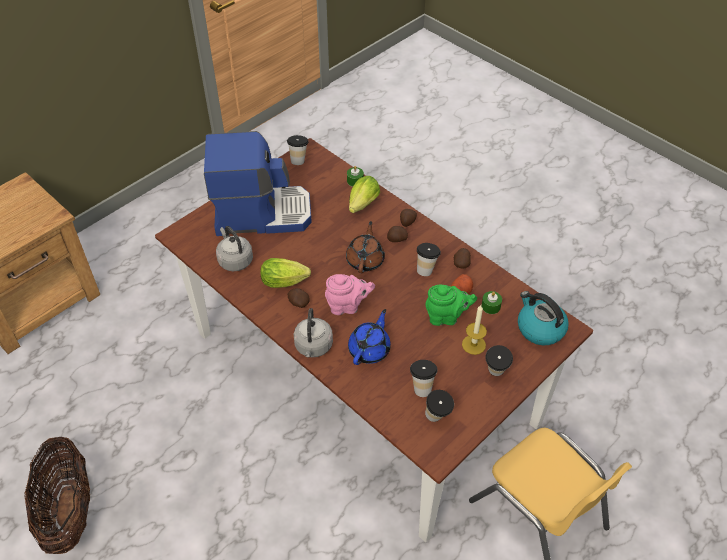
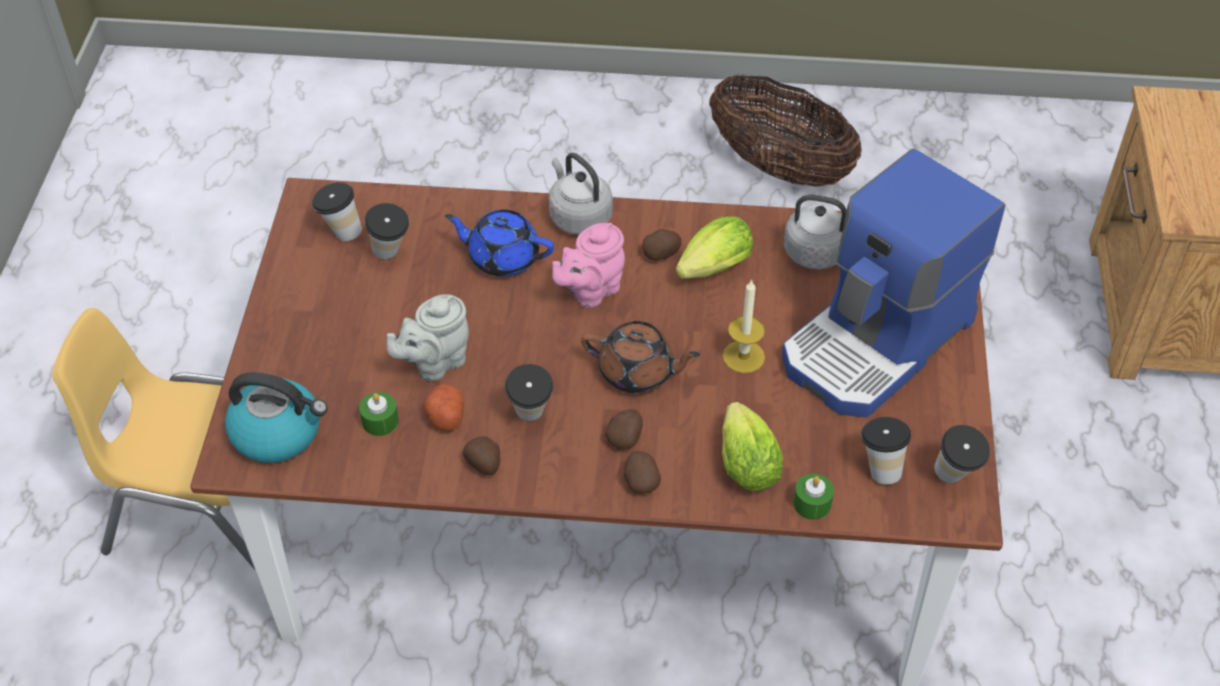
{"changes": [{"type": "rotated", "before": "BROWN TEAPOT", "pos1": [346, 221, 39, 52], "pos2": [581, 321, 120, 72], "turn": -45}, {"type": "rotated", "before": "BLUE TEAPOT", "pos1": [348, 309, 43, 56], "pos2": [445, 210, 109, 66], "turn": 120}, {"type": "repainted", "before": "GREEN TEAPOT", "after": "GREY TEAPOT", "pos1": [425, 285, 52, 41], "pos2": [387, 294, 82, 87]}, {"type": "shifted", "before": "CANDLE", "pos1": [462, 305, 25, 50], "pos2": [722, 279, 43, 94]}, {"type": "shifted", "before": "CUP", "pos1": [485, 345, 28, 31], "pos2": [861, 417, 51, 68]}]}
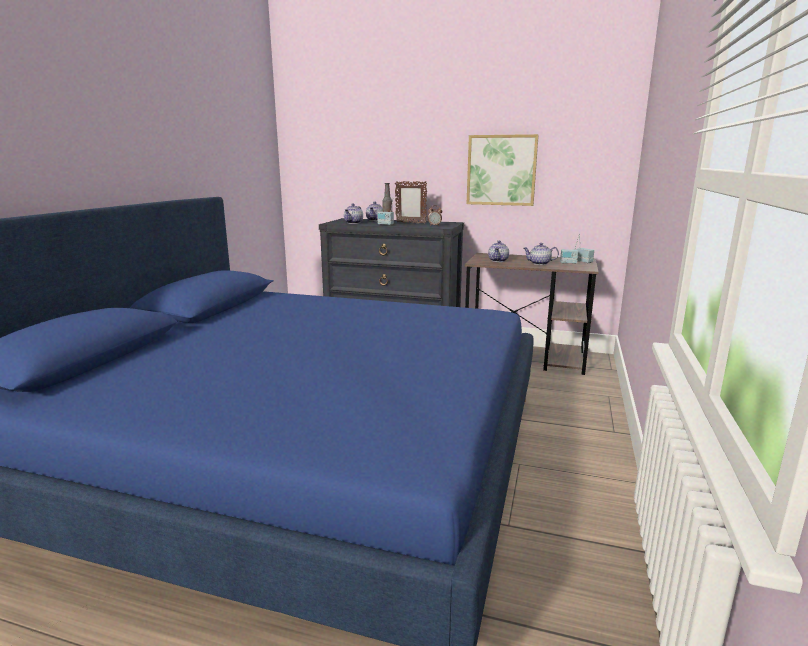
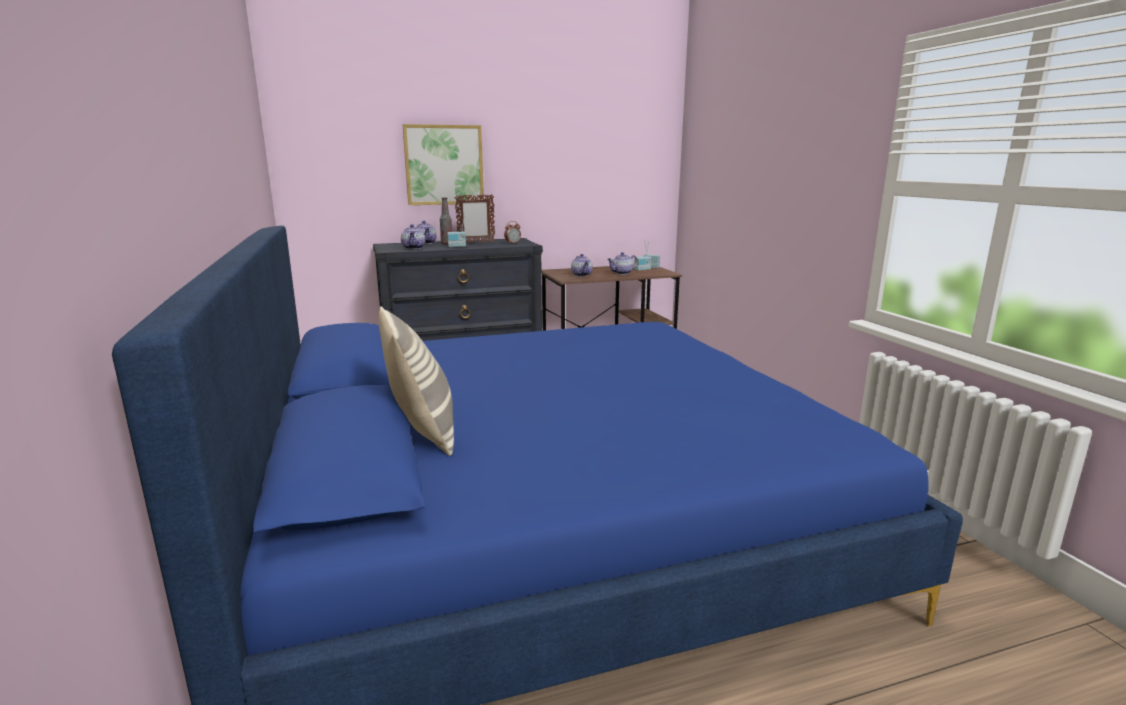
{"changes": [{"type": "shifted", "before": "PICTURE", "pos1": [467, 134, 72, 72], "pos2": [403, 124, 81, 81]}, {"type": "new", "after": "PILLOW", "pos2": [379, 306, 75, 150]}]}
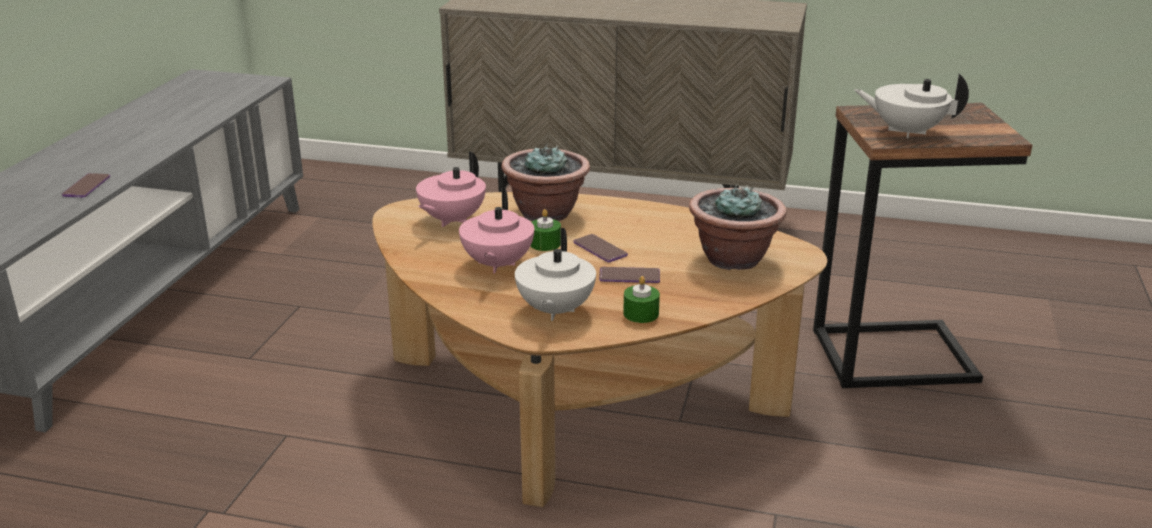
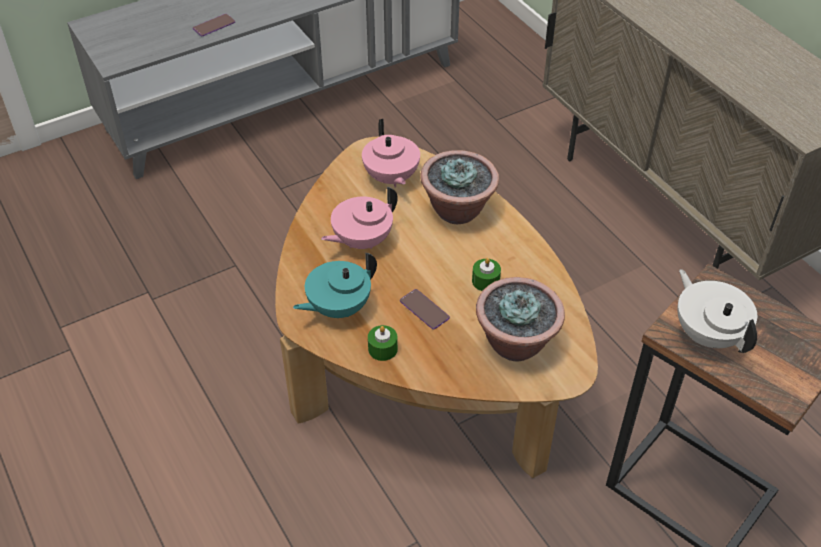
{"changes": [{"type": "rotated", "before": "PINK TEAPOT", "pos1": [416, 151, 70, 76], "pos2": [362, 119, 58, 68], "turn": -90}, {"type": "repainted", "before": "WHITE TEAPOT", "after": "TURQUOISE TEAPOT", "pos1": [515, 228, 81, 93], "pos2": [293, 253, 84, 65]}, {"type": "shifted", "before": "GREEN CANDLE", "pos1": [531, 209, 30, 42], "pos2": [472, 258, 29, 33]}, {"type": "gone", "before": "PHONE", "pos1": [573, 234, 55, 28]}]}
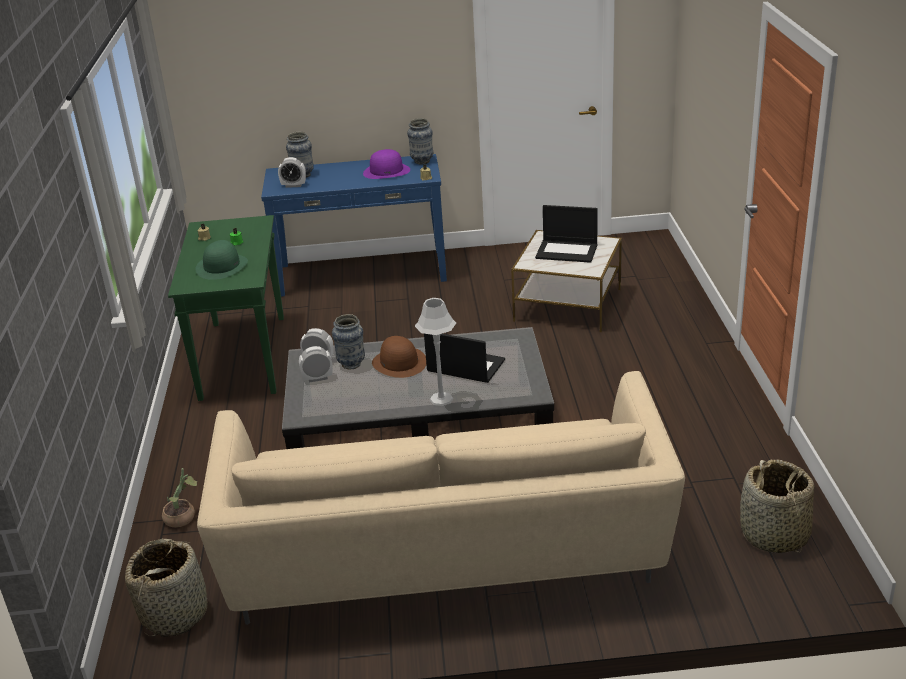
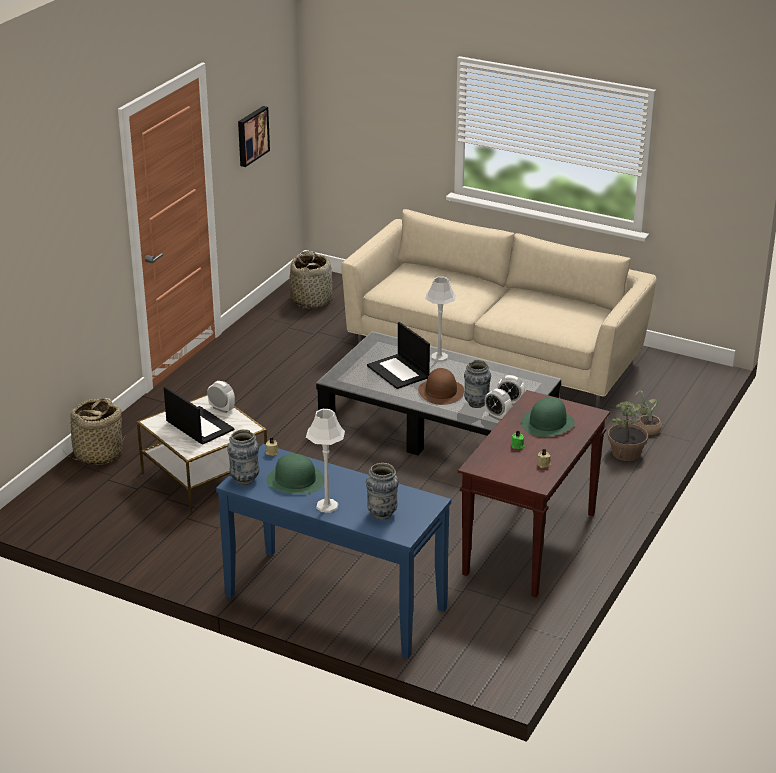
{"changes": [{"type": "shifted", "before": "BASKET", "pos1": [125, 539, 83, 98], "pos2": [63, 398, 62, 67]}, {"type": "repainted", "before": "GREEN CONSOLE TABLE", "after": "BROWN CONSOLE TABLE", "pos1": [168, 215, 116, 186], "pos2": [458, 390, 152, 207]}, {"type": "shifted", "before": "ALARM CLOCK", "pos1": [278, 157, 28, 31], "pos2": [207, 381, 28, 32]}, {"type": "repainted", "before": "PURPLE HAT", "after": "GREEN HAT", "pos1": [363, 149, 47, 30], "pos2": [266, 454, 59, 40]}, {"type": "new", "after": "PICTURE", "pos2": [238, 106, 32, 61]}, {"type": "new", "after": "GREY TABLE LAMP", "pos2": [306, 409, 39, 104]}, {"type": "new", "after": "POTTED PLANT", "pos2": [608, 401, 40, 60]}]}
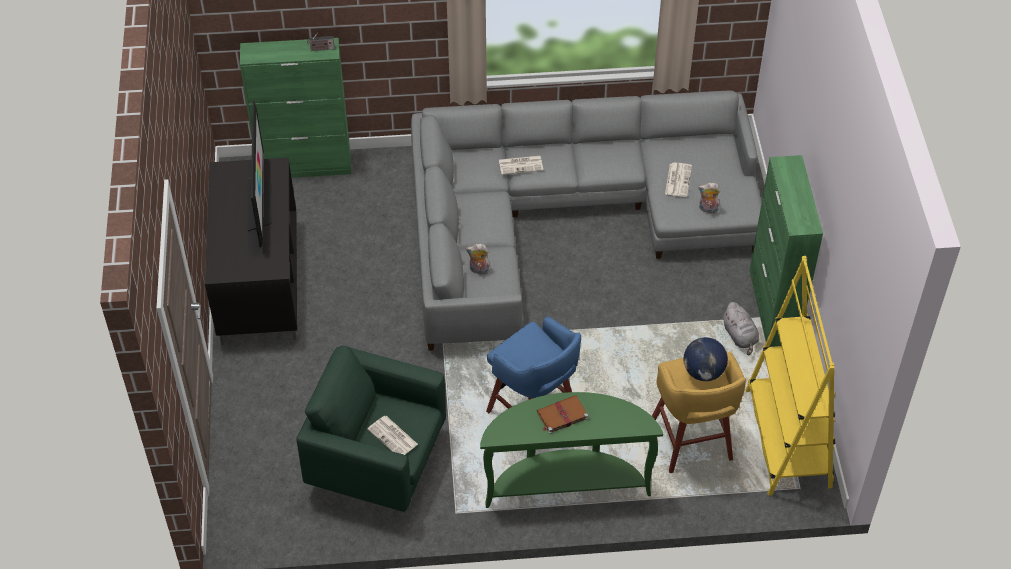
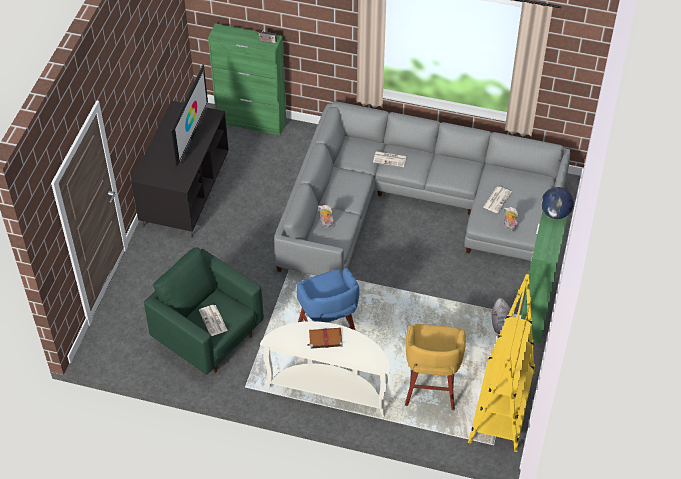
{"changes": [{"type": "repainted", "before": "GREEN CONSOLE TABLE", "after": "WHITE CONSOLE TABLE", "pos1": [480, 392, 183, 116], "pos2": [260, 321, 130, 96]}, {"type": "shifted", "before": "GLOBE", "pos1": [684, 337, 44, 44], "pos2": [541, 187, 33, 32]}]}
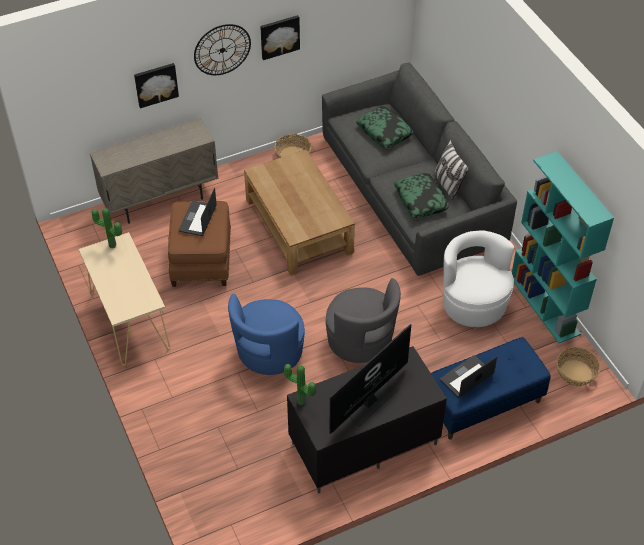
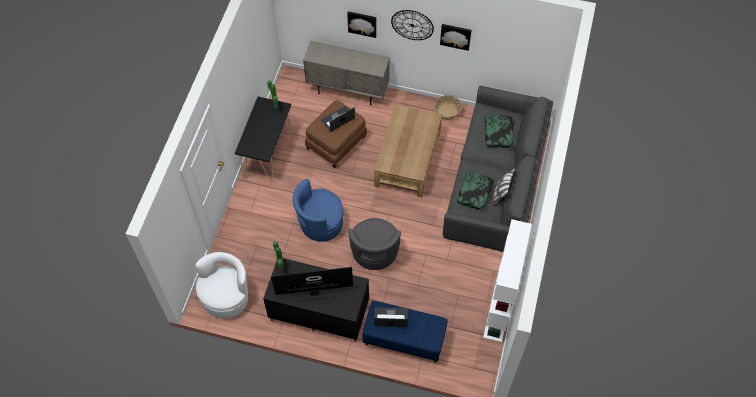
{"changes": [{"type": "repainted", "before": "BEIGE CONSOLE TABLE", "after": "BLACK CONSOLE TABLE", "pos1": [79, 232, 91, 134], "pos2": [235, 97, 58, 87]}, {"type": "shifted", "before": "WHITE ARMCHAIR", "pos1": [443, 231, 71, 96], "pos2": [195, 252, 53, 67]}, {"type": "repainted", "before": "TURQUOISE BOOKCASE", "after": "WHITE BOOKCASE", "pos1": [512, 151, 102, 192], "pos2": [483, 219, 49, 123]}, {"type": "gone", "before": "BASKET", "pos1": [556, 347, 45, 40]}]}
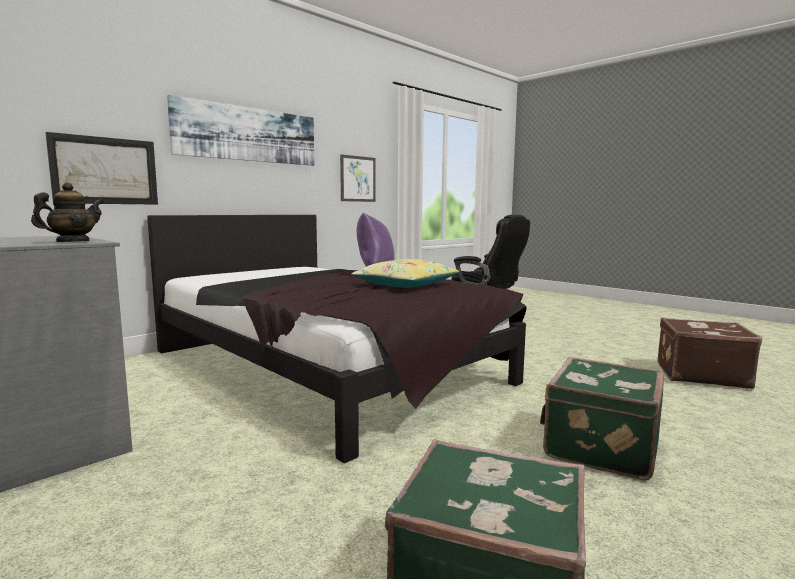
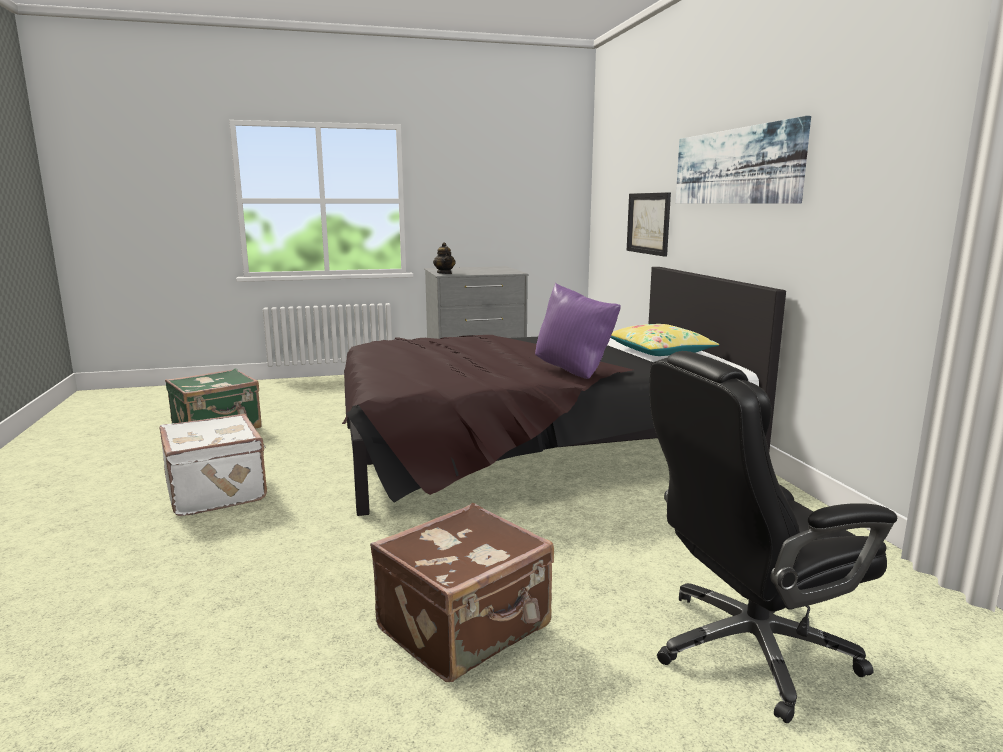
{"changes": [{"type": "gone", "before": "PICTURE", "pos1": [340, 154, 35, 48]}, {"type": "shifted", "before": "YELLOW PILLOW", "pos1": [351, 259, 108, 29], "pos2": [611, 324, 108, 32]}, {"type": "repainted", "before": "GREEN SUITCASE", "after": "WHITE SUITCASE", "pos1": [540, 357, 124, 123], "pos2": [159, 414, 108, 102]}, {"type": "shifted", "before": "BROWN SUITCASE", "pos1": [658, 318, 105, 71], "pos2": [370, 503, 184, 179]}]}
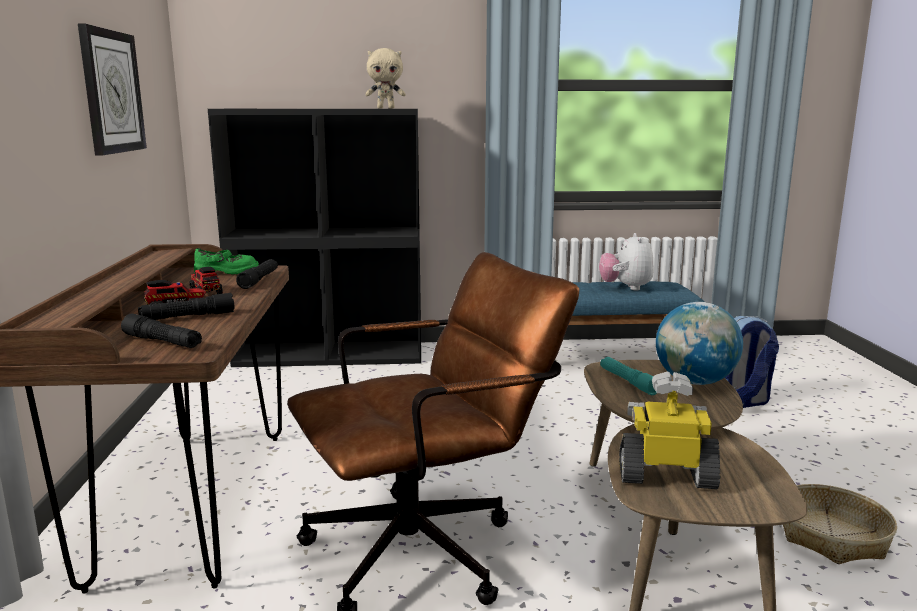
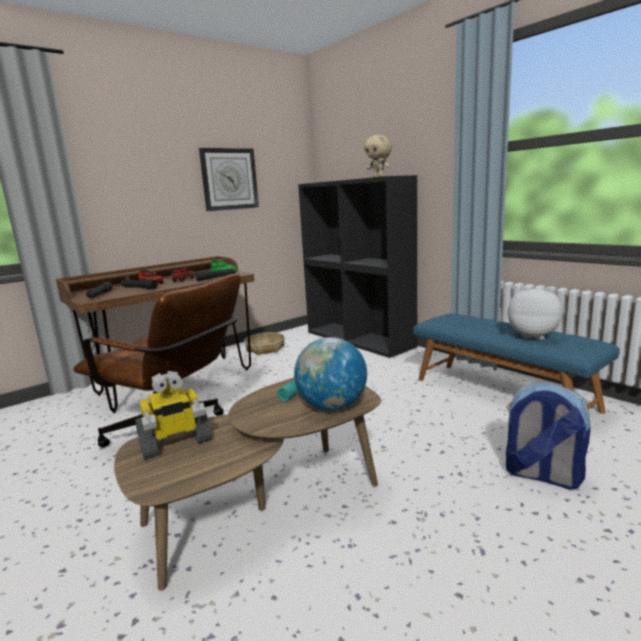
{"changes": [{"type": "rotated", "before": "PLUSH TOY", "pos1": [599, 233, 55, 58], "pos2": [508, 286, 55, 54], "turn": 60}, {"type": "rotated", "before": "TOY ROBOT", "pos1": [619, 371, 102, 118], "pos2": [135, 371, 77, 89], "turn": 90}, {"type": "shifted", "before": "BASKET", "pos1": [783, 484, 114, 80], "pos2": [244, 332, 41, 23]}]}
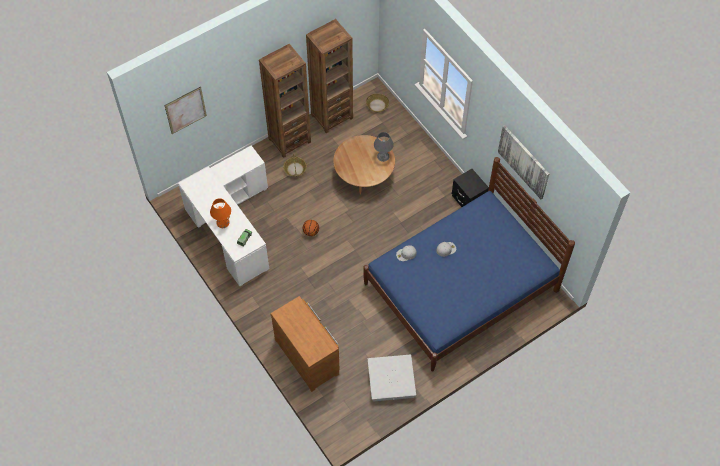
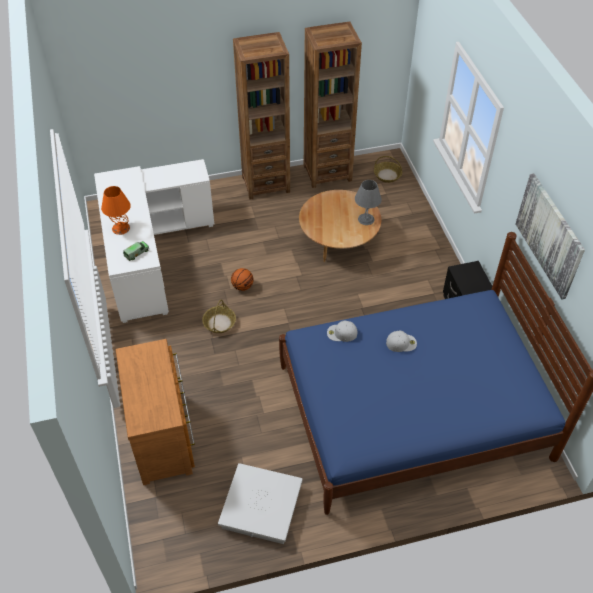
{"changes": [{"type": "gone", "before": "PICTURE", "pos1": [164, 87, 43, 47]}, {"type": "shifted", "before": "BASKET", "pos1": [283, 153, 24, 24], "pos2": [202, 299, 34, 34]}]}
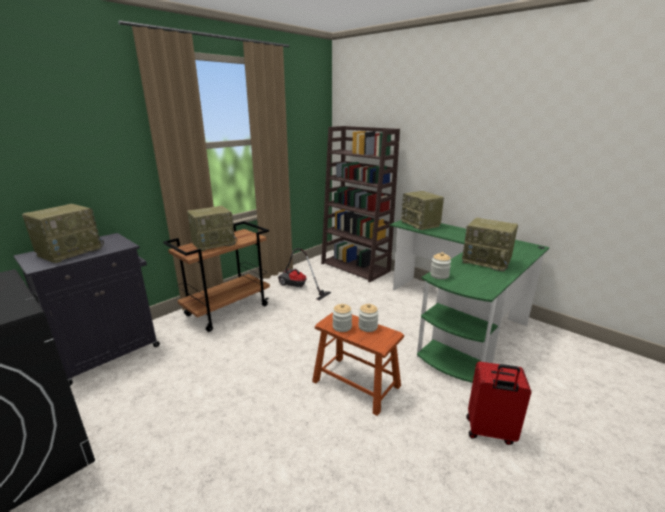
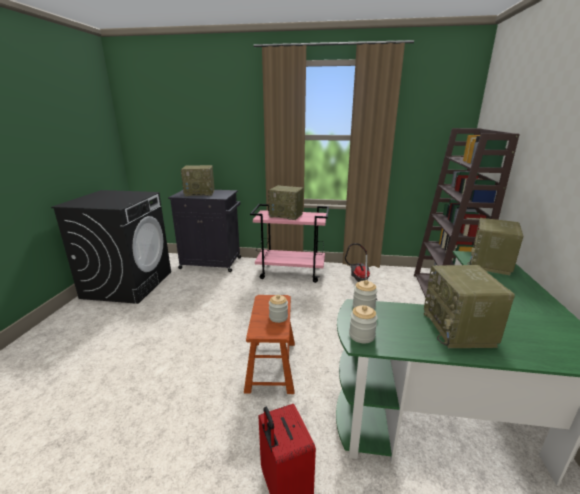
{"changes": [{"type": "repainted", "before": "BROWN CART", "after": "PINK CART", "pos1": [163, 221, 107, 111], "pos2": [250, 204, 79, 79]}, {"type": "shifted", "before": "JAR", "pos1": [333, 304, 19, 28], "pos2": [349, 305, 28, 38]}]}
